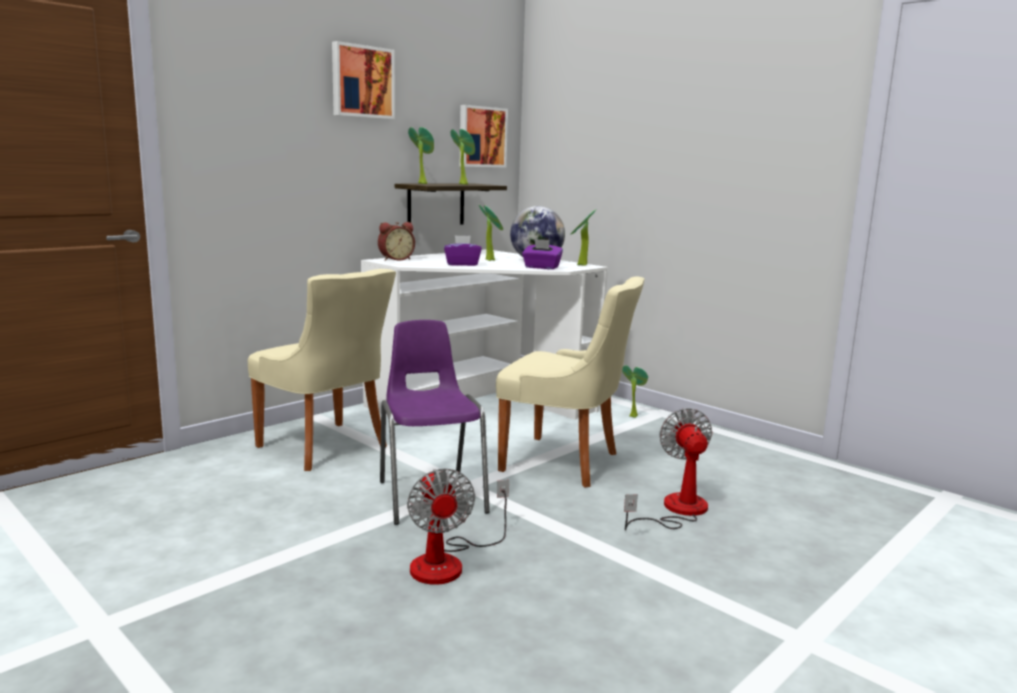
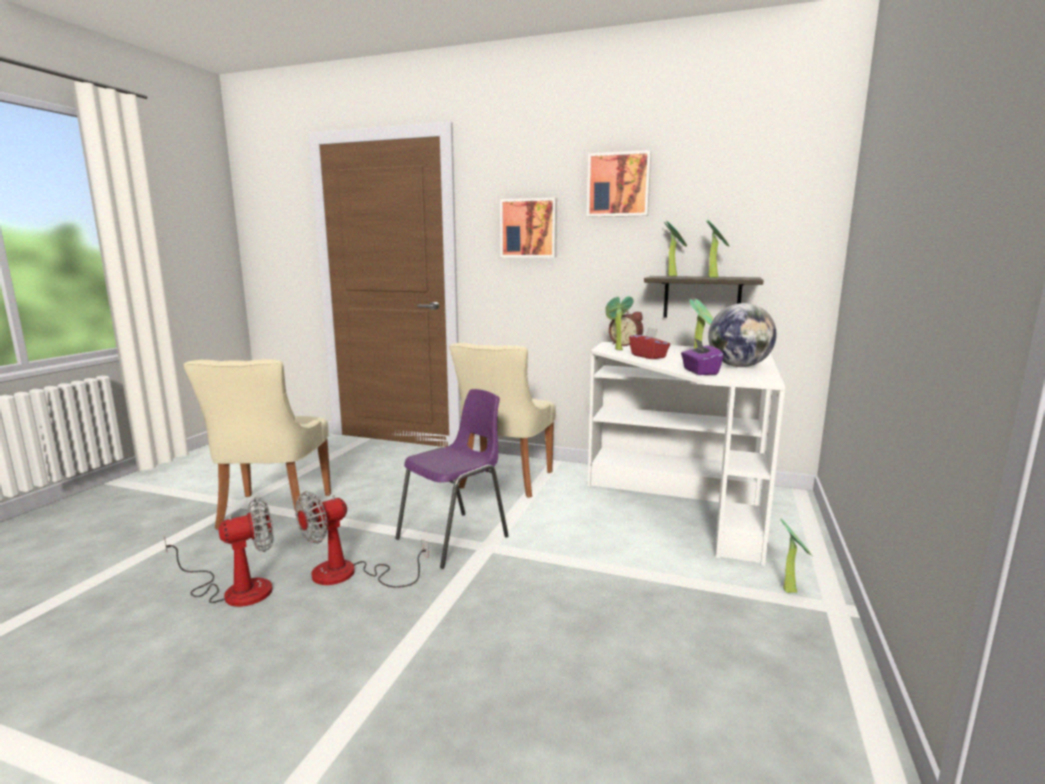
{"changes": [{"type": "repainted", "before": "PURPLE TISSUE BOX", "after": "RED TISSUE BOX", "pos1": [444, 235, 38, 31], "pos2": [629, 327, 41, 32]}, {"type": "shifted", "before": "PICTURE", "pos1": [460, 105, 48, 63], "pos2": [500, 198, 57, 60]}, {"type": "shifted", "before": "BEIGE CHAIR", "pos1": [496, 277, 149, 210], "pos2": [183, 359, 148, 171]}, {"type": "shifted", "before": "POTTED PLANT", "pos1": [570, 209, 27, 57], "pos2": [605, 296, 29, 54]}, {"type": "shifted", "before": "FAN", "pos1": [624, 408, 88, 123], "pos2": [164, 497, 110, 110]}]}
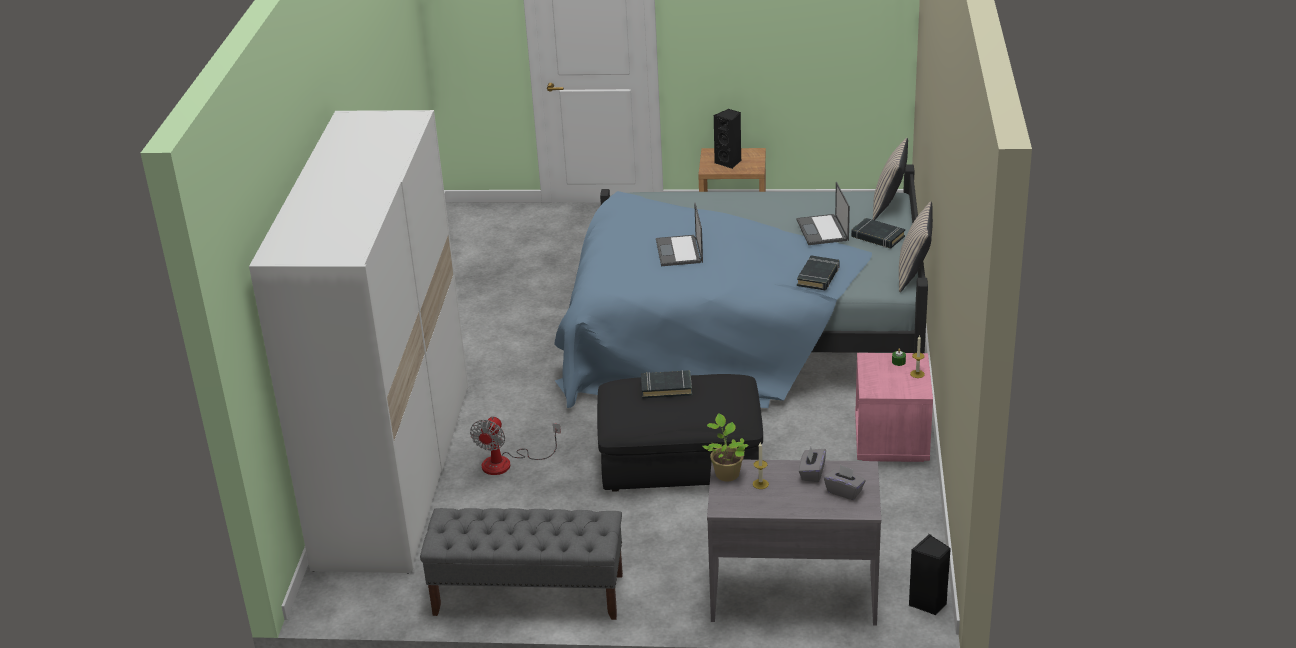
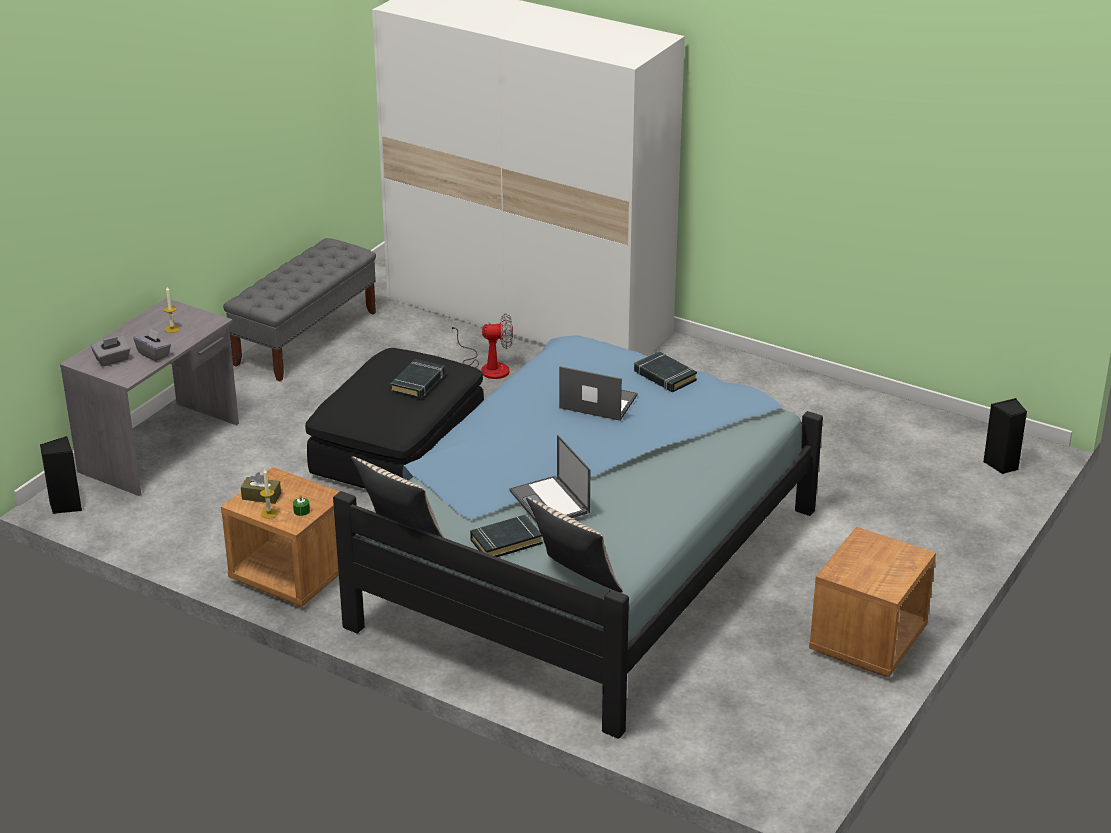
{"changes": [{"type": "rotated", "before": "FAN", "pos1": [470, 416, 91, 59], "pos2": [452, 313, 61, 66], "turn": 135}, {"type": "gone", "before": "POTTED PLANT", "pos1": [702, 413, 47, 68]}, {"type": "shifted", "before": "BLACK SPEAKER", "pos1": [714, 109, 27, 60], "pos2": [983, 398, 44, 76]}, {"type": "rotated", "before": "LAPTOP", "pos1": [797, 182, 53, 63], "pos2": [510, 435, 80, 88], "turn": -135}, {"type": "shifted", "before": "BLACK BOOK", "pos1": [797, 256, 43, 34], "pos2": [634, 351, 63, 41]}, {"type": "repainted", "before": "PINK NIGHTSTAND", "after": "BROWN NIGHTSTAND", "pos1": [855, 353, 78, 109], "pos2": [221, 467, 119, 140]}, {"type": "new", "after": "BROWN TISSUE BOX", "pos2": [241, 472, 40, 32]}]}
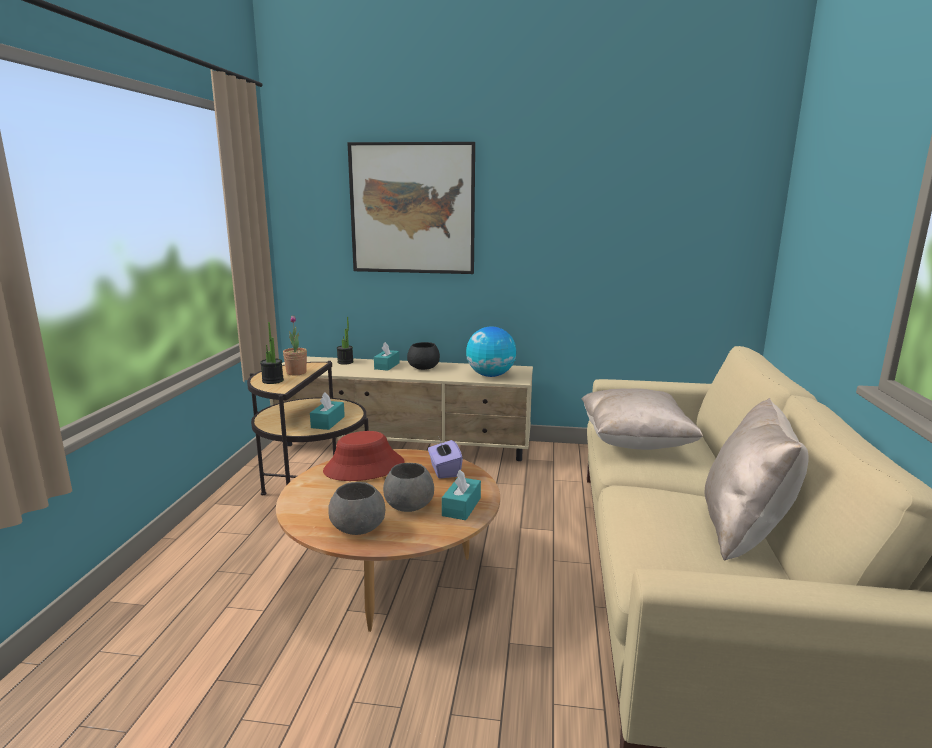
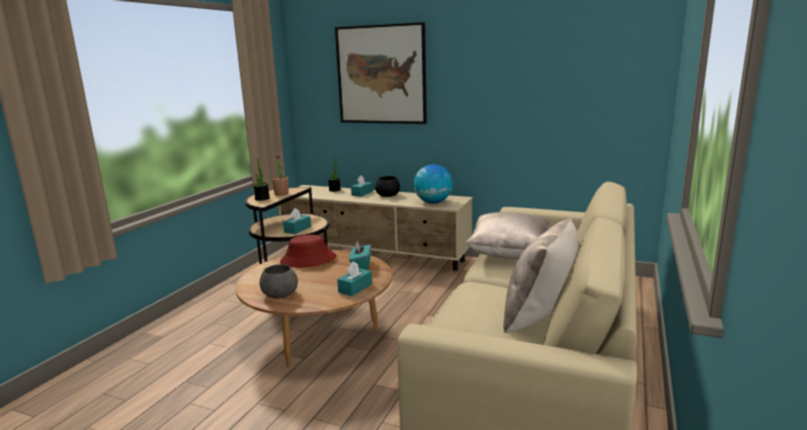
{"changes": [{"type": "gone", "before": "GREY BOWL", "pos1": [383, 463, 51, 49]}, {"type": "repainted", "before": "PURPLE TISSUE BOX", "after": "TURQUOISE TISSUE BOX", "pos1": [428, 440, 35, 39], "pos2": [349, 240, 22, 30]}]}
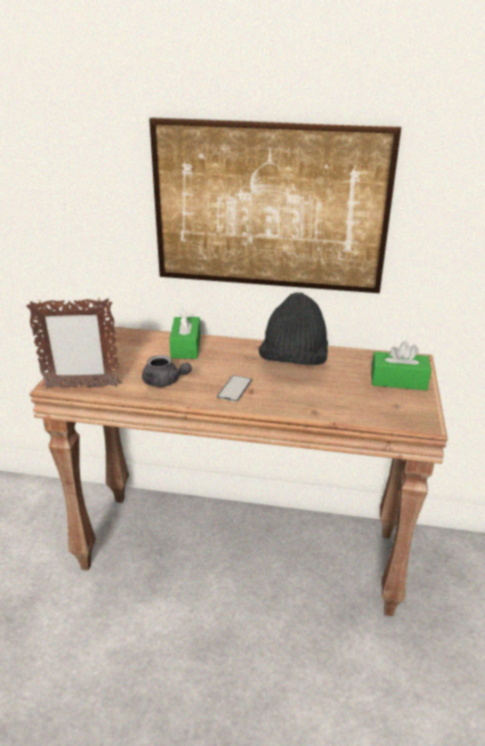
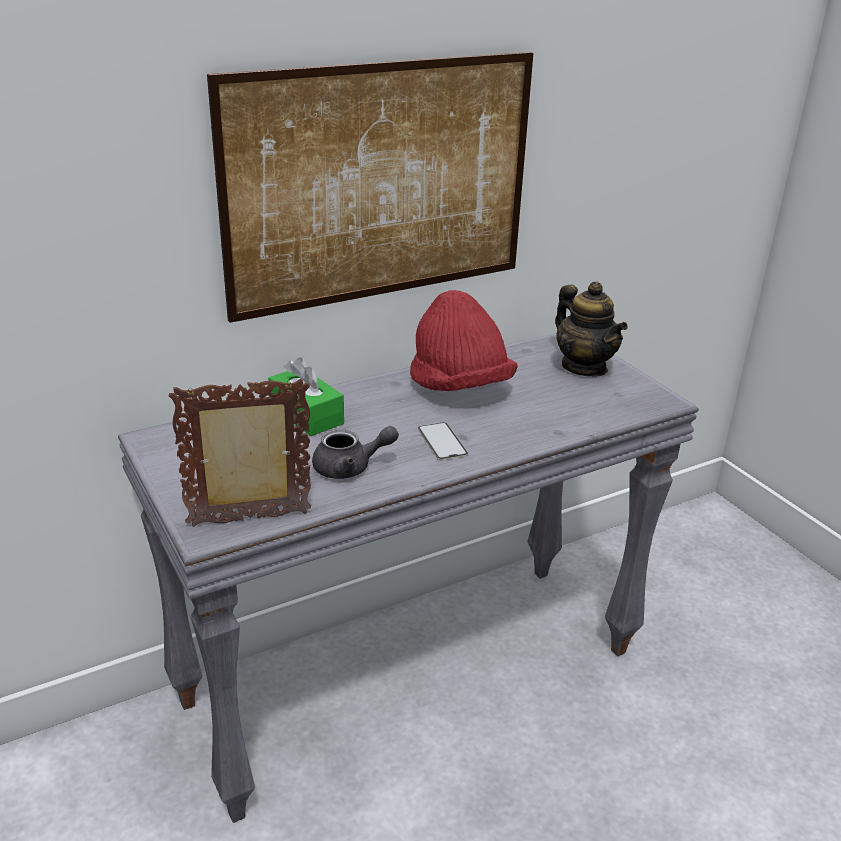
{"changes": [{"type": "rotated", "before": "PICTURE FRAME", "pos1": [26, 298, 95, 91], "pos2": [169, 378, 142, 149], "turn": -150}, {"type": "repainted", "before": "BROWN CONSOLE TABLE", "after": "GREY CONSOLE TABLE", "pos1": [30, 327, 418, 289], "pos2": [118, 333, 581, 490]}, {"type": "repainted", "before": "BLACK HAT", "after": "RED HAT", "pos1": [259, 292, 69, 73], "pos2": [410, 290, 107, 101]}, {"type": "swapped", "before": "GREEN TISSUE BOX", "after": "TEAPOT", "pos1": [371, 341, 60, 49], "pos2": [555, 281, 73, 96]}]}
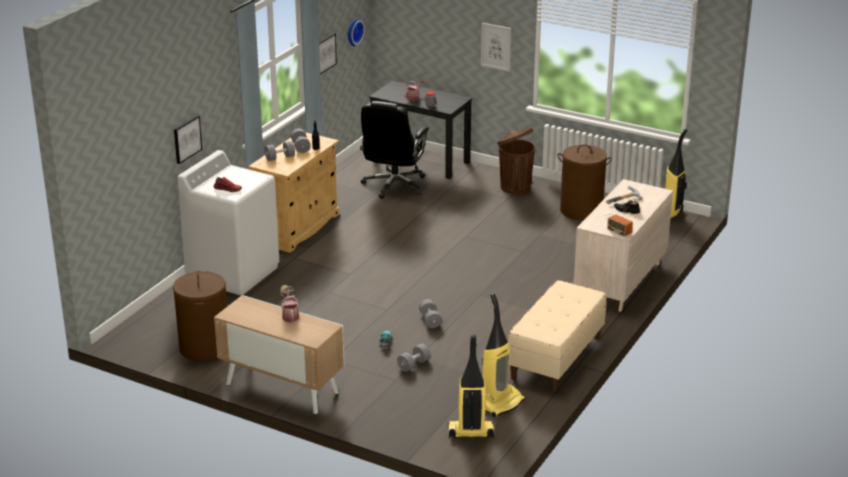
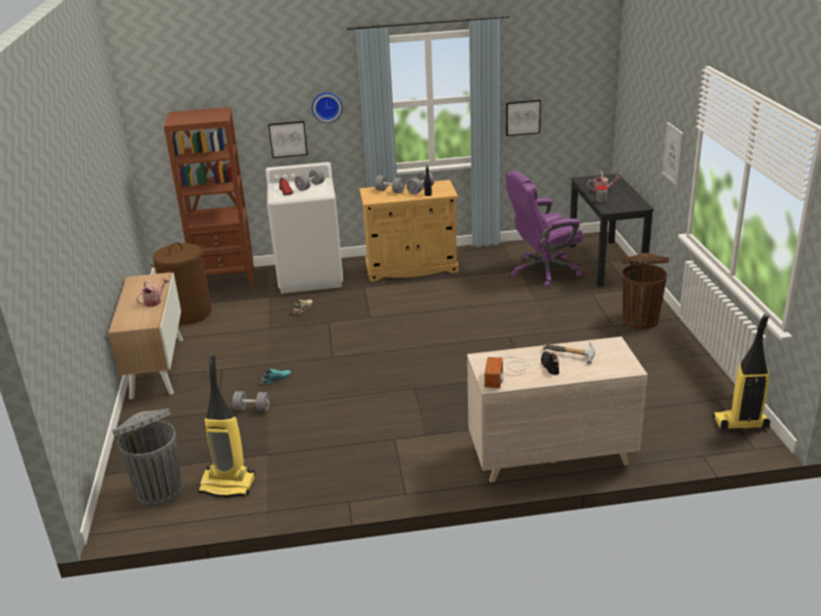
{"changes": [{"type": "shifted", "before": "WALL CLOCK", "pos1": [348, 18, 17, 28], "pos2": [312, 92, 31, 31]}, {"type": "repainted", "before": "BLACK OFFICE CHAIR", "after": "PURPLE OFFICE CHAIR", "pos1": [360, 101, 69, 98], "pos2": [506, 171, 77, 116]}, {"type": "shifted", "before": "GREY DUMBBELL", "pos1": [419, 299, 23, 29], "pos2": [295, 168, 30, 23]}, {"type": "swapped", "before": "VACUUM CLEANER", "after": "GREY TRASH CAN", "pos1": [448, 334, 46, 105], "pos2": [112, 408, 70, 99]}, {"type": "gone", "before": "BEIGE BENCH", "pos1": [508, 280, 98, 112]}, {"type": "gone", "before": "BROWN LAUNDRY BASKET", "pos1": [557, 145, 55, 75]}, {"type": "new", "after": "BROWN BOOKCASE", "pos2": [164, 107, 90, 182]}]}
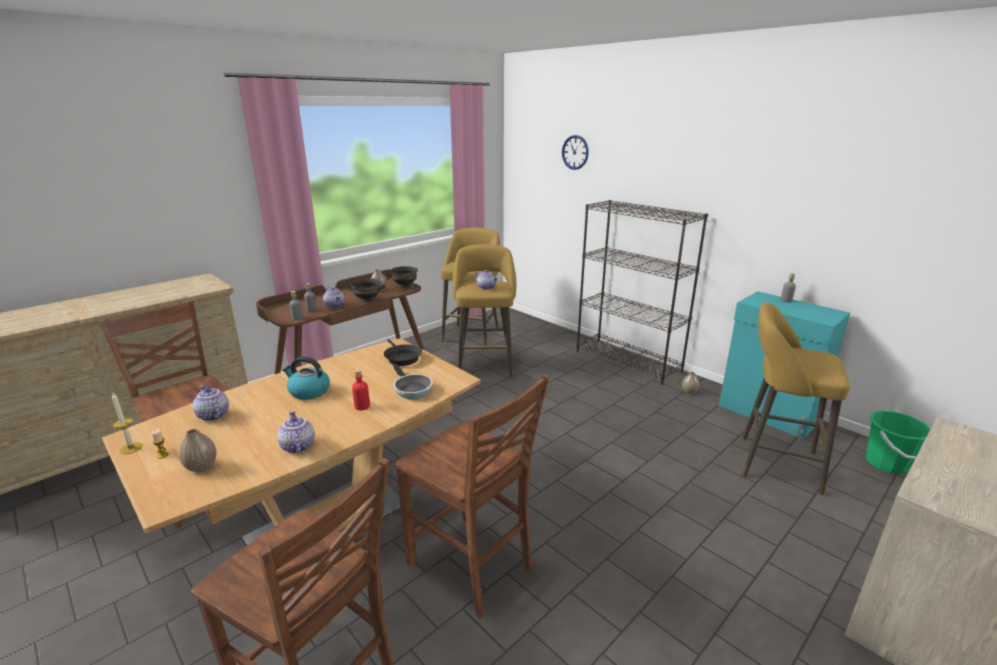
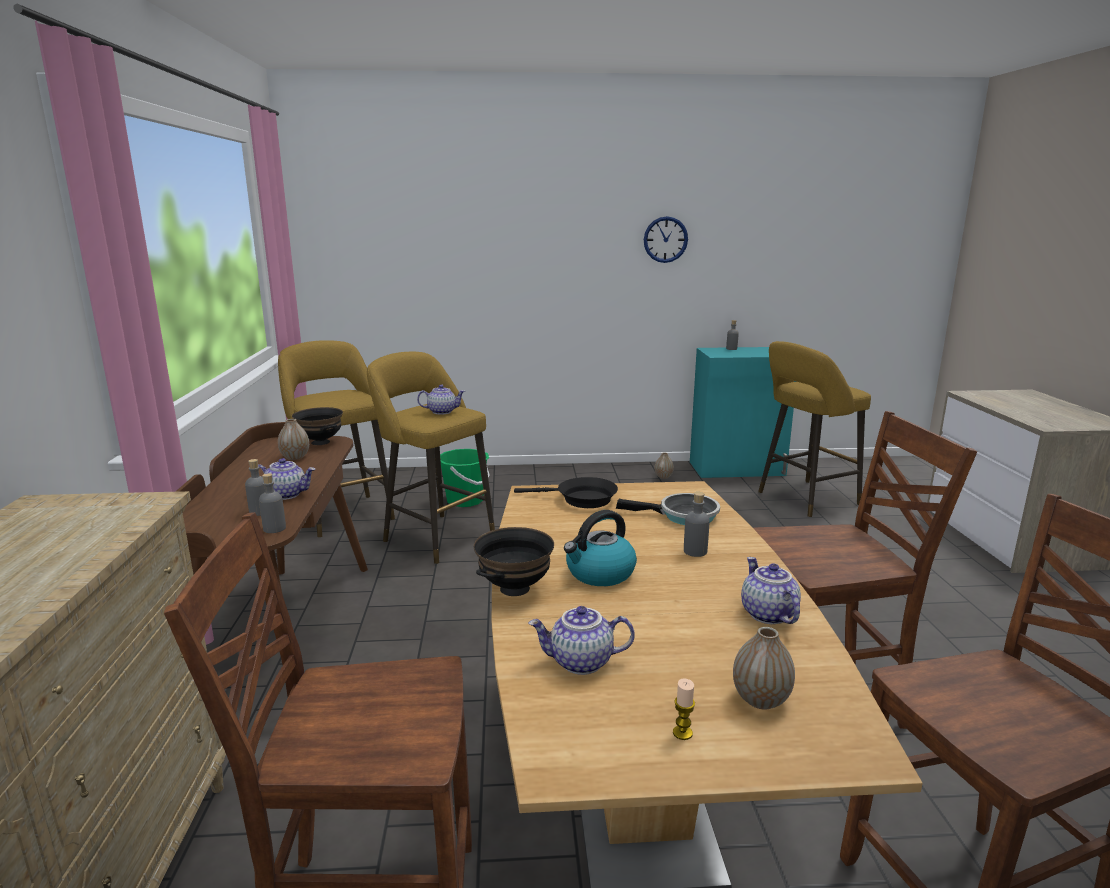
{"changes": [{"type": "gone", "before": "CANDLE", "pos1": [112, 393, 31, 61]}, {"type": "rotated", "before": "TEAPOT", "pos1": [277, 411, 38, 43], "pos2": [741, 557, 60, 67], "turn": 60}, {"type": "shifted", "before": "BLACK BOWL", "pos1": [346, 278, 40, 24], "pos2": [474, 527, 80, 69]}, {"type": "repainted", "before": "RED BOTTLE", "after": "GREY BOTTLE", "pos1": [352, 369, 18, 41], "pos2": [684, 492, 26, 65]}, {"type": "shifted", "before": "WALL CLOCK", "pos1": [562, 135, 27, 35], "pos2": [644, 216, 44, 47]}, {"type": "gone", "before": "BLACK BOOKCASE", "pos1": [577, 200, 131, 185]}, {"type": "shifted", "before": "GREEN BUCKET", "pos1": [866, 410, 65, 64], "pos2": [440, 449, 50, 58]}]}
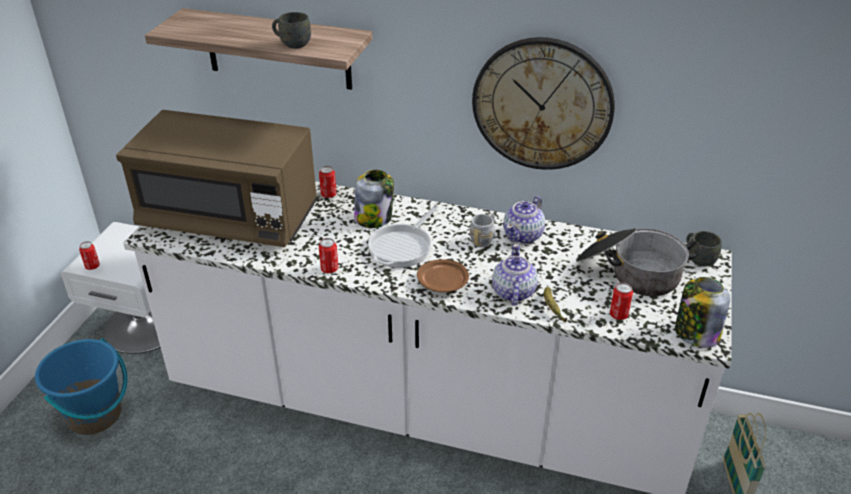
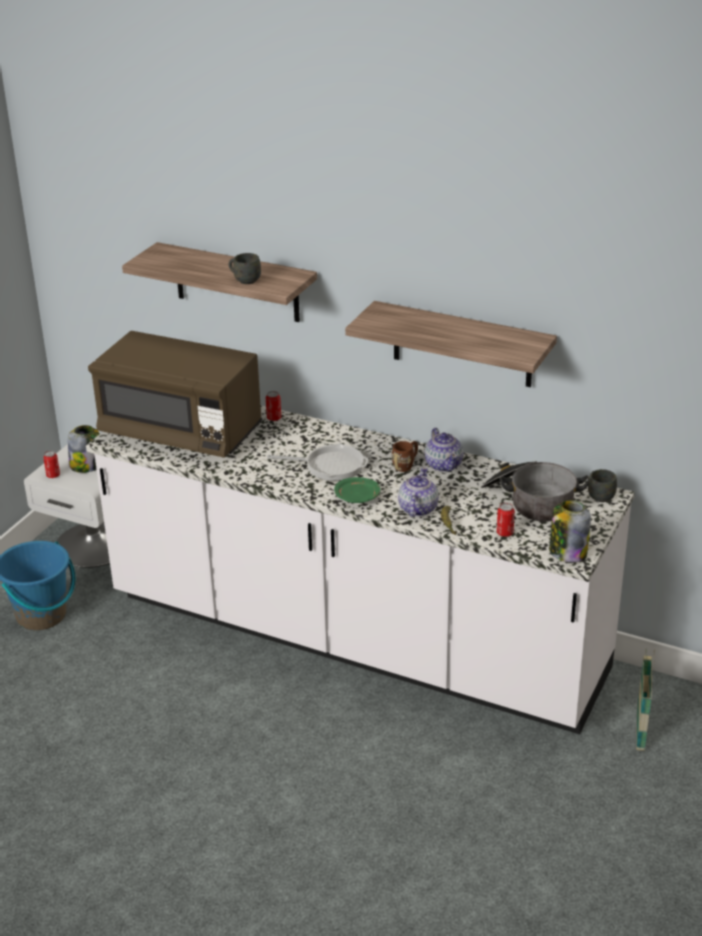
{"changes": [{"type": "gone", "before": "CAN", "pos1": [319, 238, 19, 35]}, {"type": "shifted", "before": "JAR", "pos1": [354, 170, 40, 58], "pos2": [68, 425, 32, 48]}, {"type": "rotated", "before": "FRYING PAN", "pos1": [368, 205, 70, 63], "pos2": [267, 443, 101, 38], "turn": -120}, {"type": "repainted", "before": "BROWN PLATE", "after": "GREEN PLATE", "pos1": [417, 259, 52, 33], "pos2": [334, 477, 46, 26]}, {"type": "repainted", "before": "GREY MUG", "after": "BROWN MUG", "pos1": [470, 212, 25, 35], "pos2": [391, 441, 27, 31]}, {"type": "swapped", "before": "WALL CLOCK", "after": "SHELF", "pos1": [472, 37, 143, 133], "pos2": [345, 301, 212, 86]}, {"type": "rotated", "before": "TEAPOT", "pos1": [503, 196, 42, 48], "pos2": [425, 428, 38, 44], "turn": -60}]}
